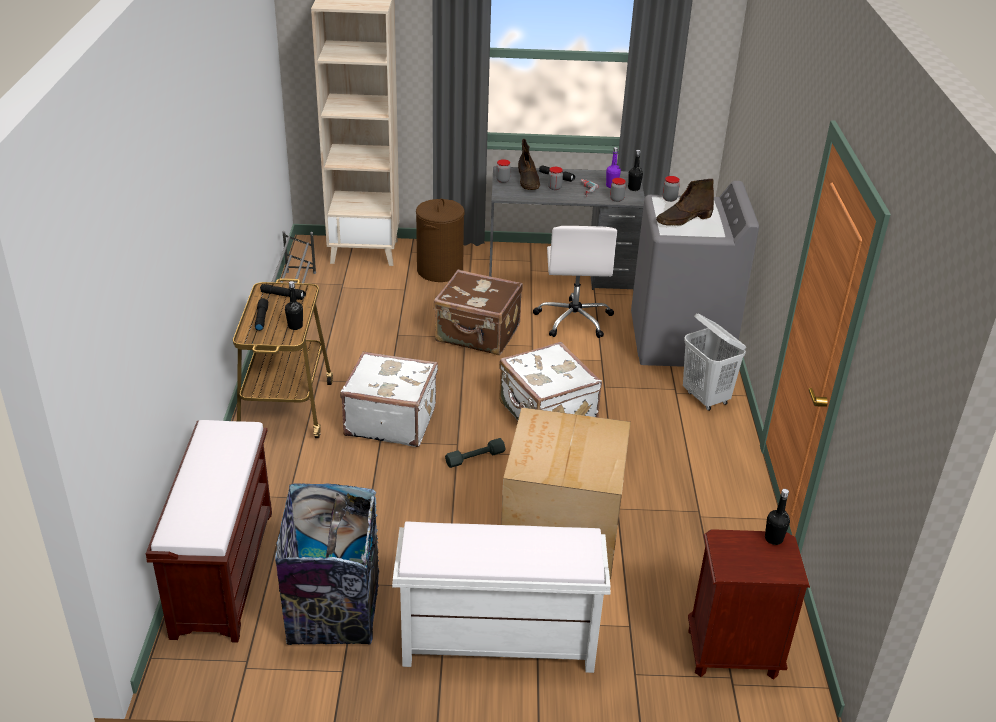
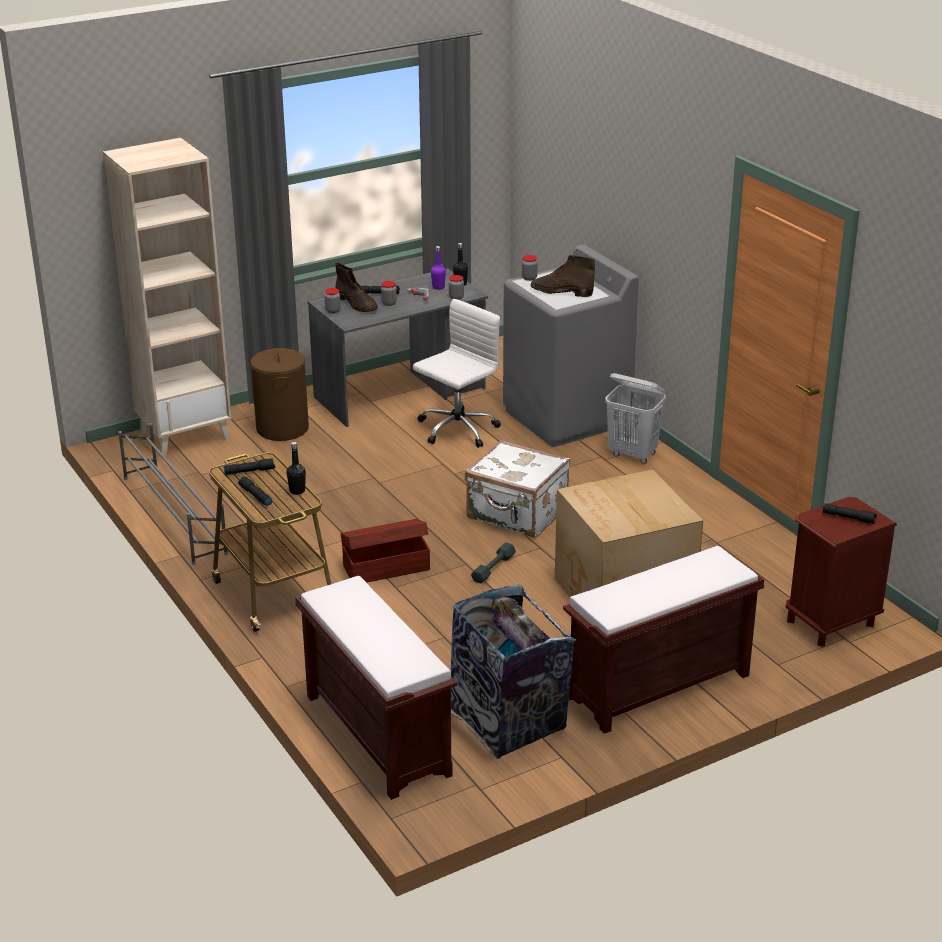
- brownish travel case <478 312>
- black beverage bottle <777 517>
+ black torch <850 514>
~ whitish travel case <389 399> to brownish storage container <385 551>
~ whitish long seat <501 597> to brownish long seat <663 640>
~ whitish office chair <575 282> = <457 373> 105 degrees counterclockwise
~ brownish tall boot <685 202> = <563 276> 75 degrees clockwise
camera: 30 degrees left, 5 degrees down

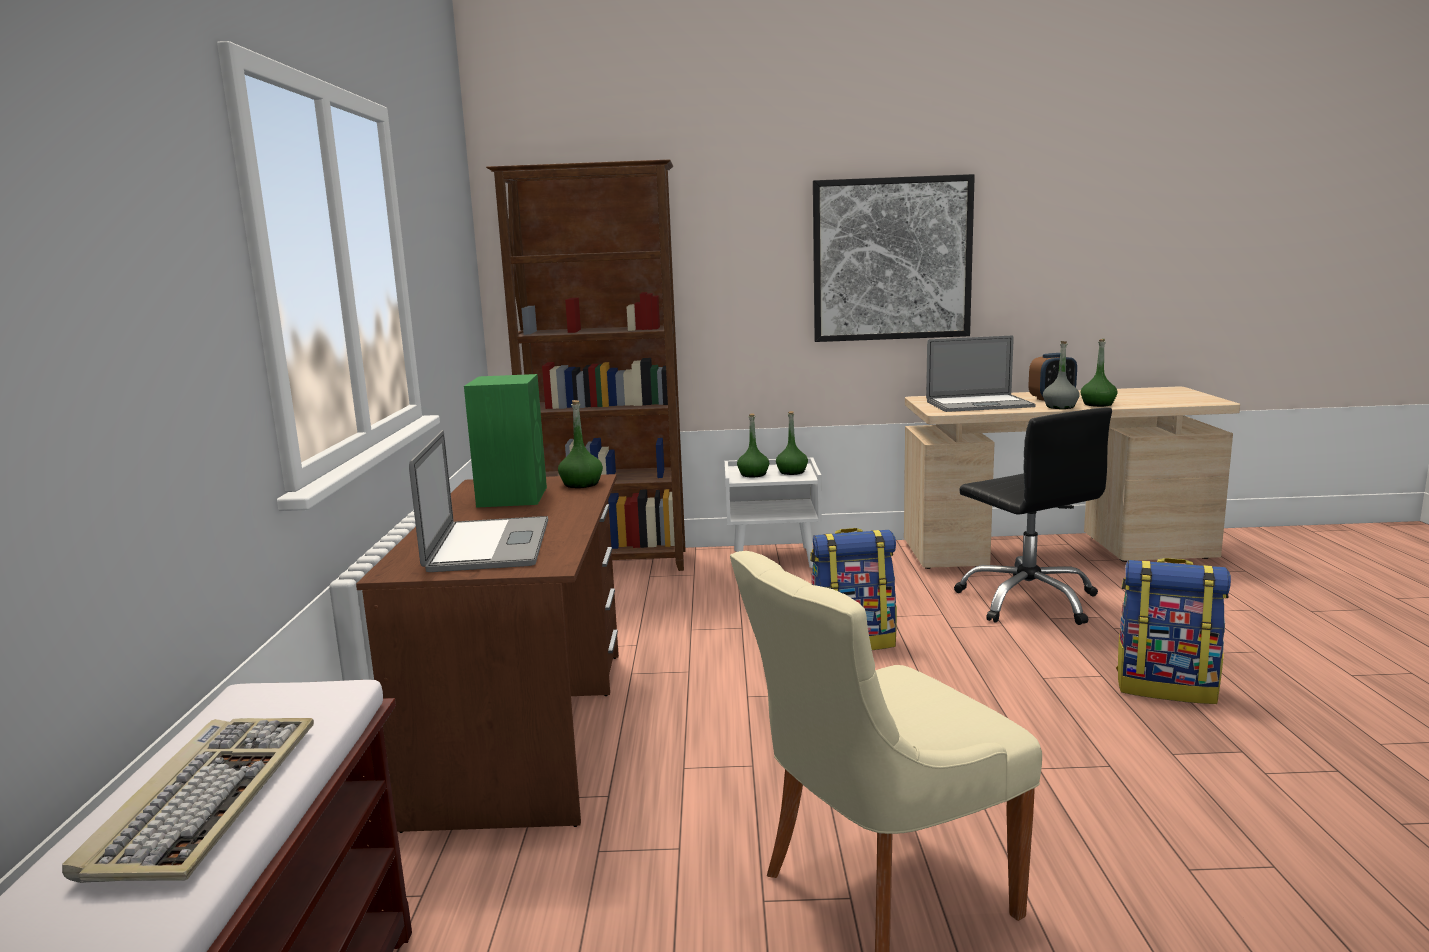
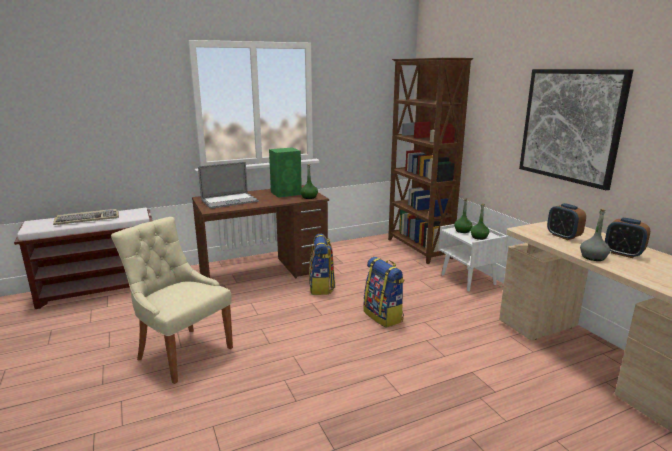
- black office chair <1033 516>
- green-coloured beverage bottle <1099 373>
~ rucksack <1173 631> to <322 264>
~ laptop <980 373> to table clock <566 221>
camera: 65 degrees right, 5 degrees up

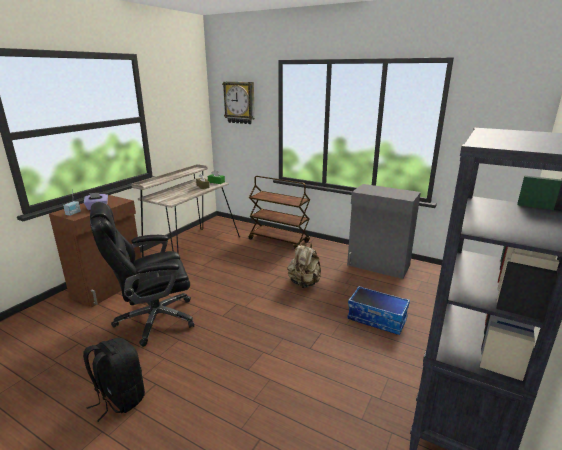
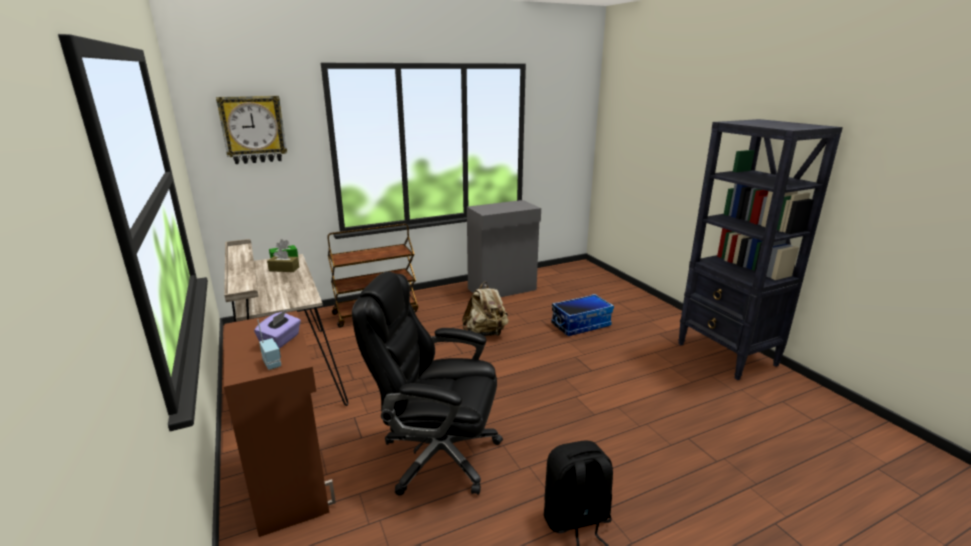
~ black office chair <142 274> = <427 384> 90 degrees clockwise
camera: 55 degrees left, 0 degrees up

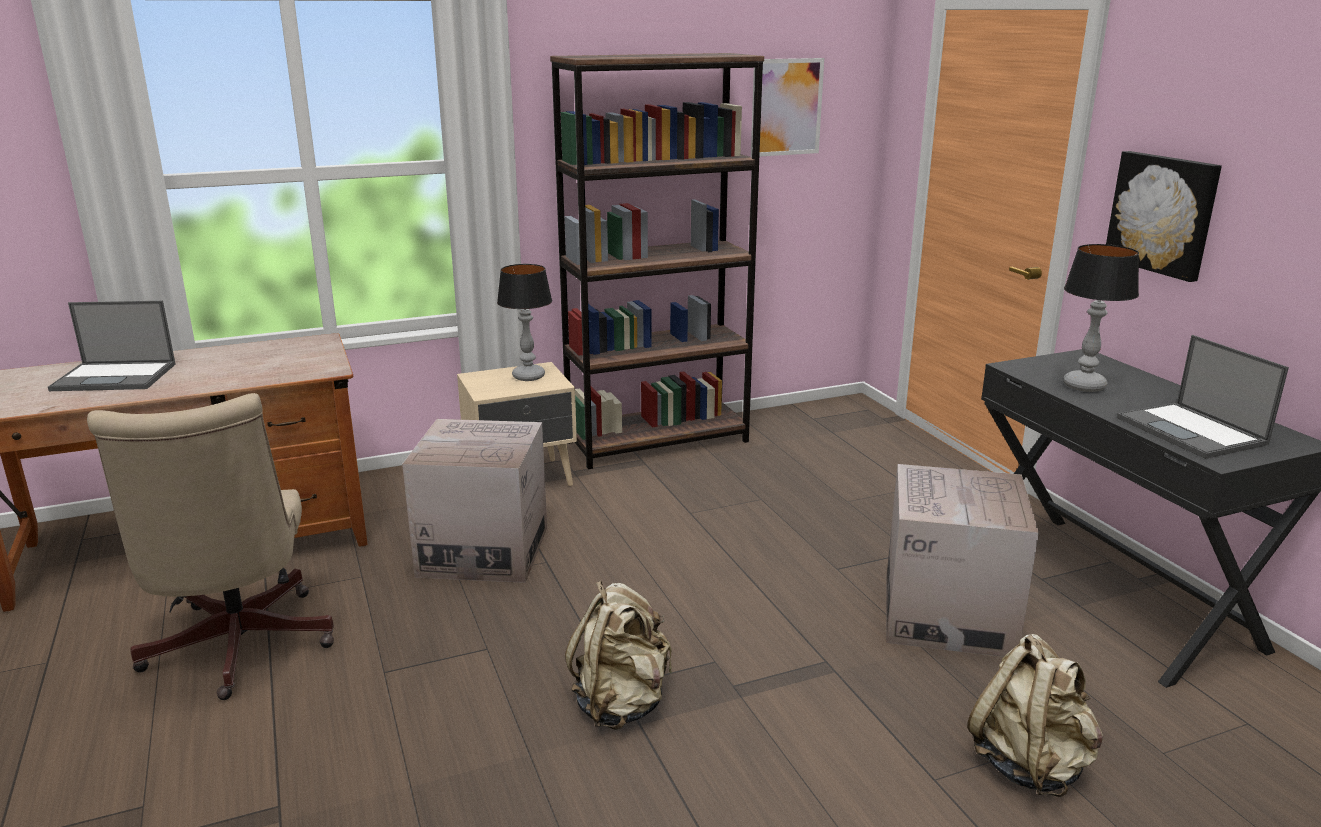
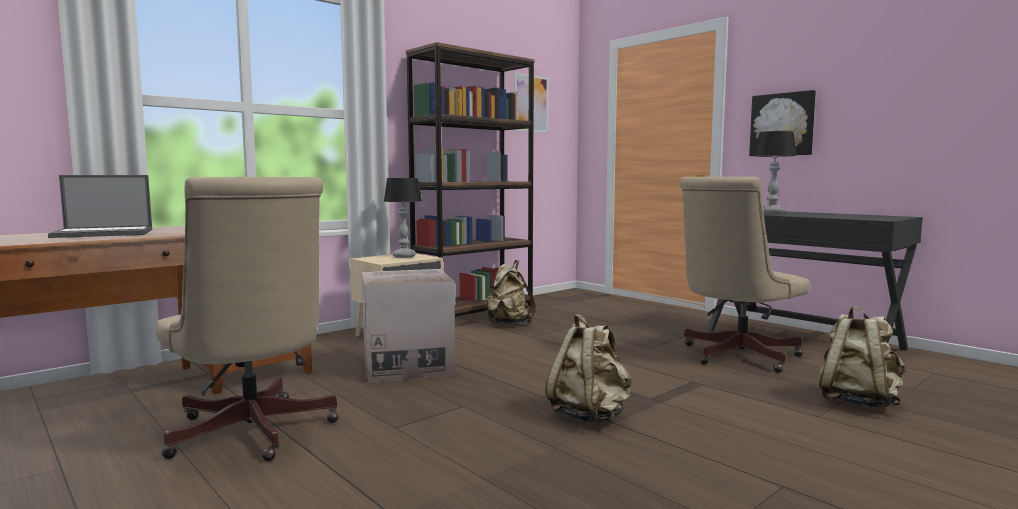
- laptop <1203 397>
+ beige-coloured rucksack <510 292>
~ carton <962 560> to beige-coloured office chair <744 275>
camera: 20 degrees left, 15 degrees down

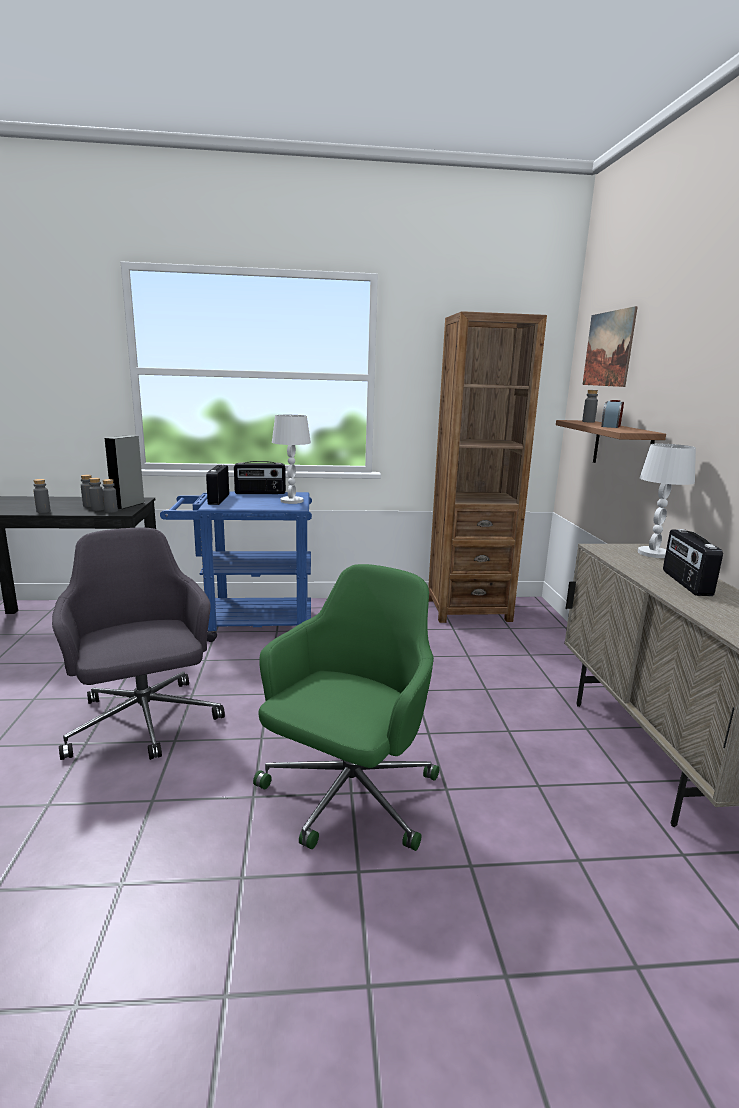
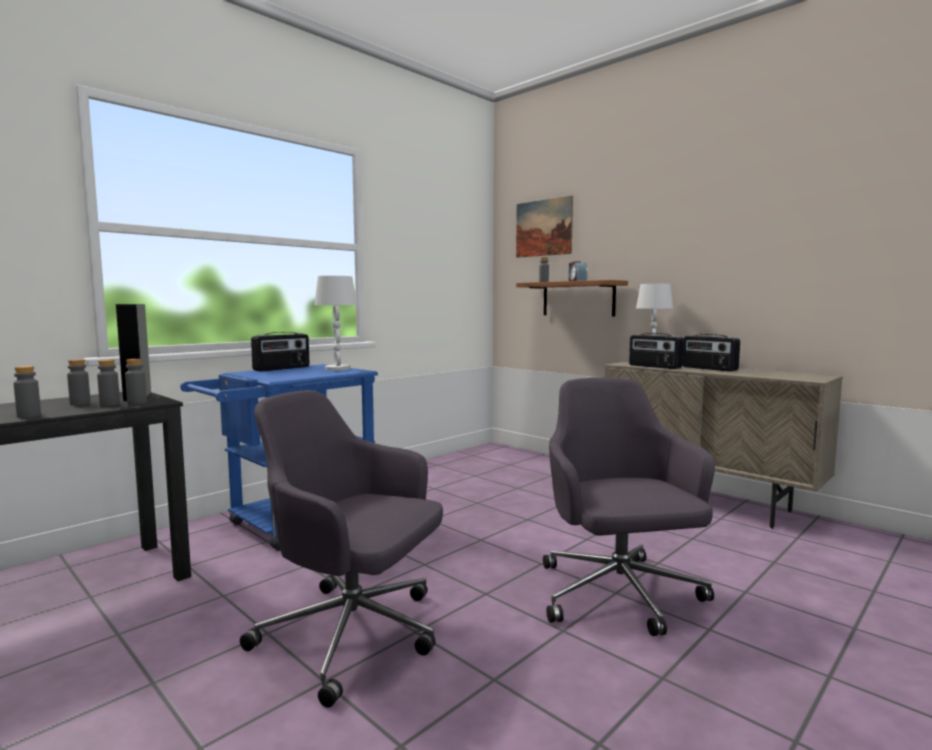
- brownish shelving unit <487 467>
~ radio <217 484> to <656 351>
~ green-coloured office chair <346 707> to gray office chair <629 506>
camera: 40 degrees left, 10 degrees down

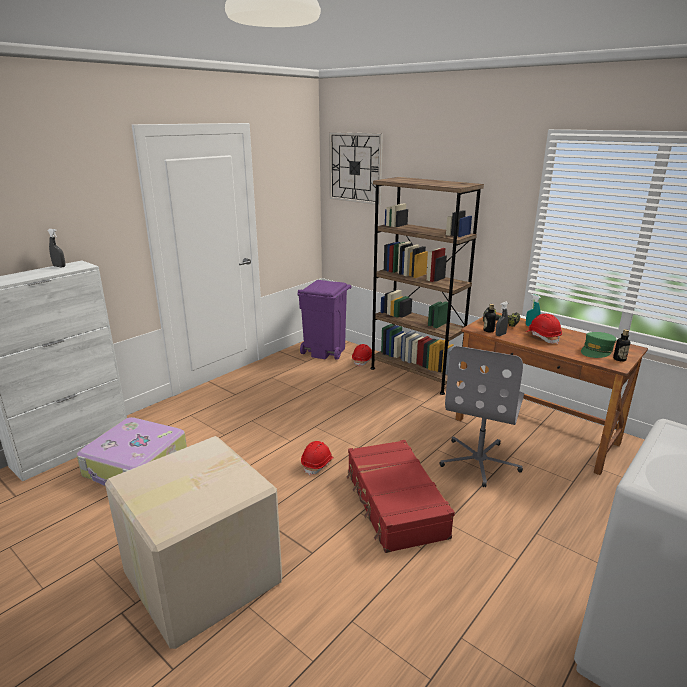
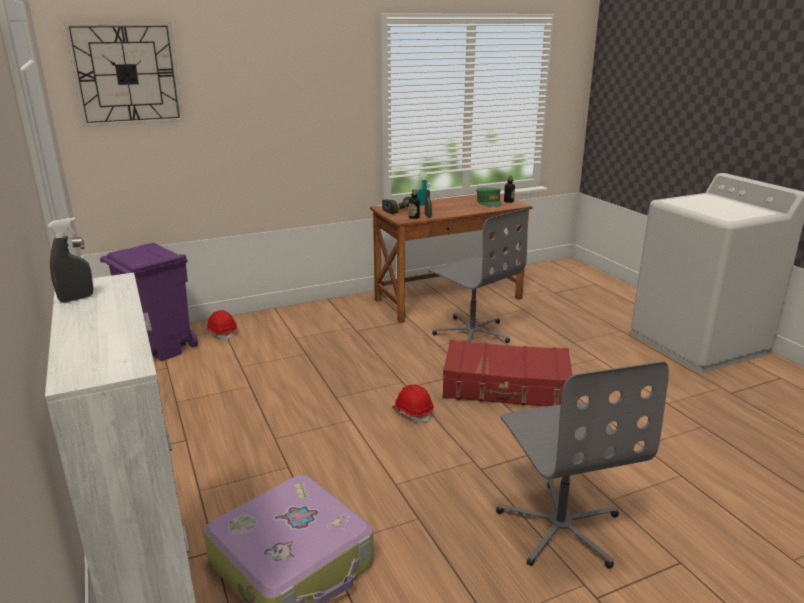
- brownish shelving unit <427 286>
- red-coloured safety helmet <544 329>
~ carton <193 542> to gray office chair <582 465>
camera: 65 degrees left, 0 degrees up

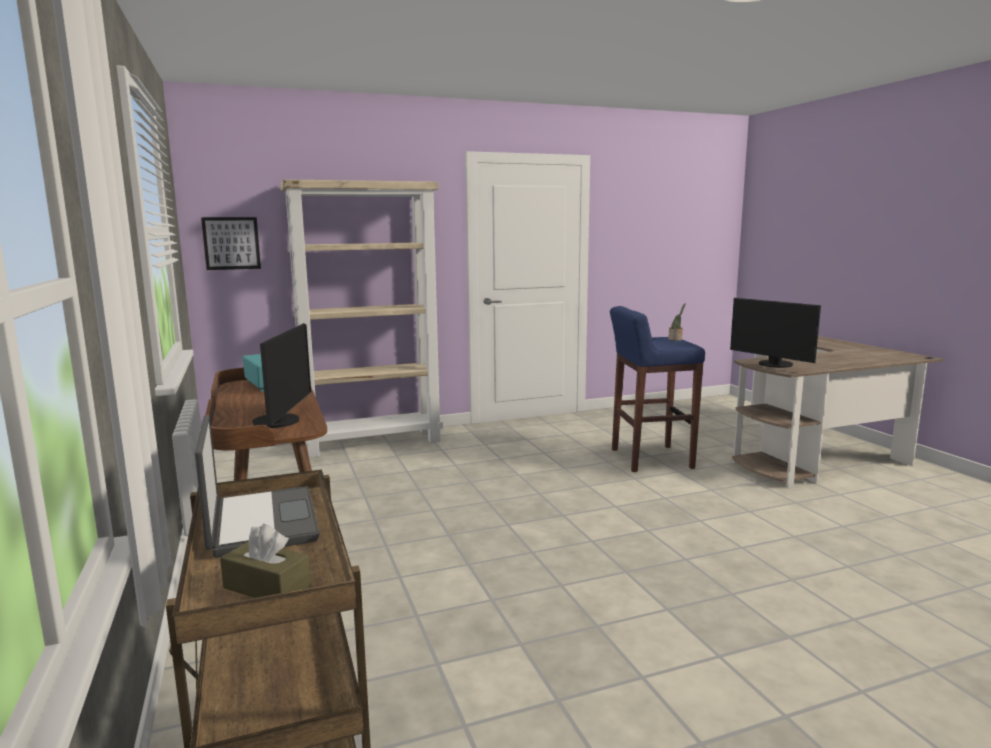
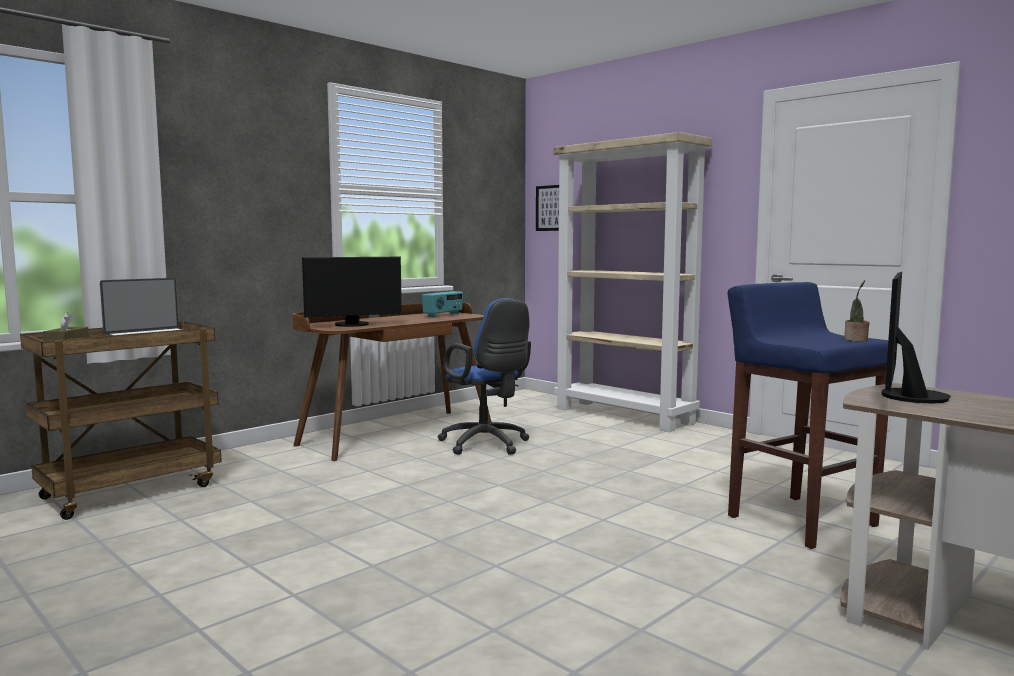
+ bluish office chair <484 376>
camera: 65 degrees right, 5 degrees down

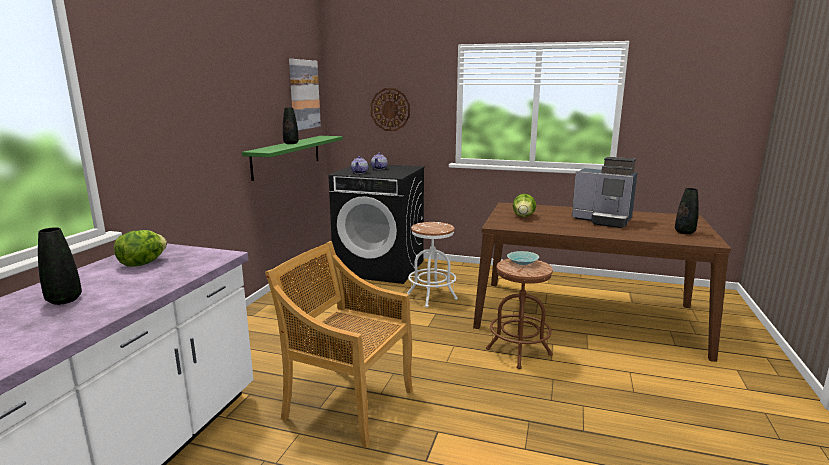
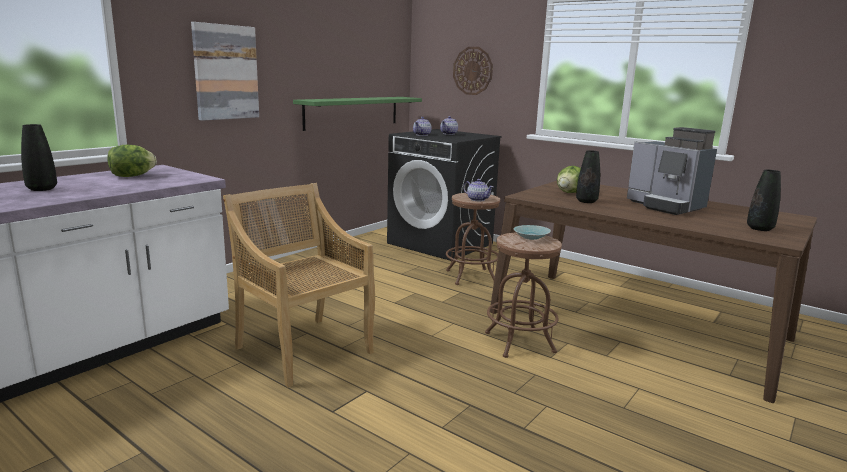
+ tea pot <478 190>
~ black flower vase <291 126> to <588 176>
~ picture <305 94> to <225 71>
~ whitish stool <432 264> to brownish stool <473 239>
camera: 20 degrees right, 0 degrees up

